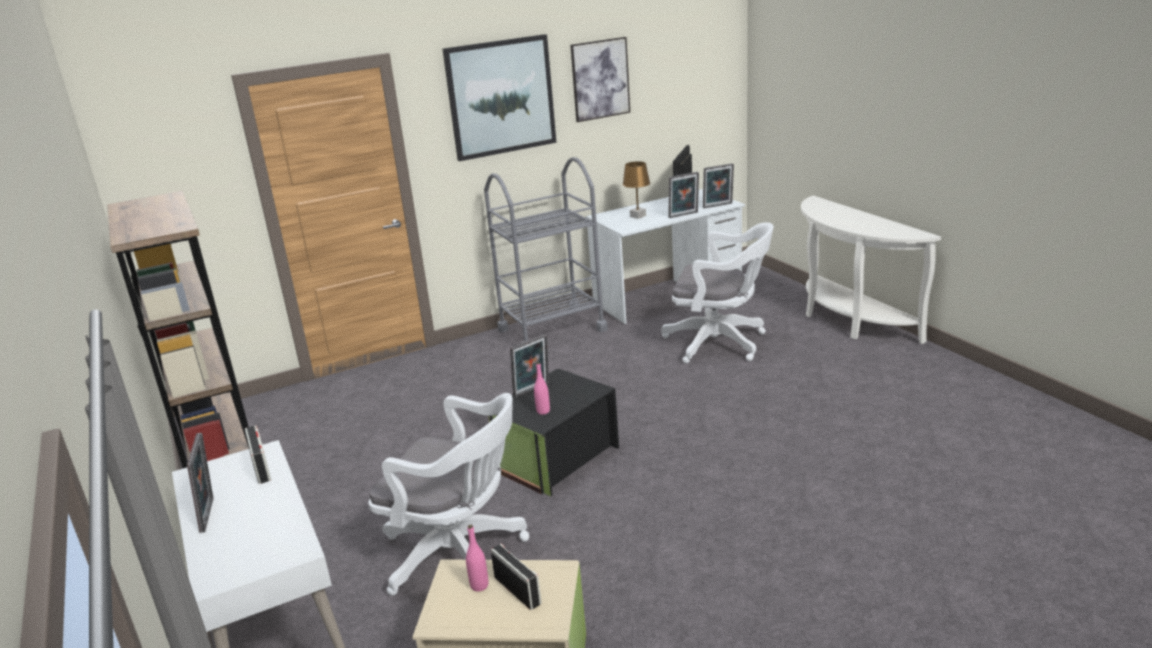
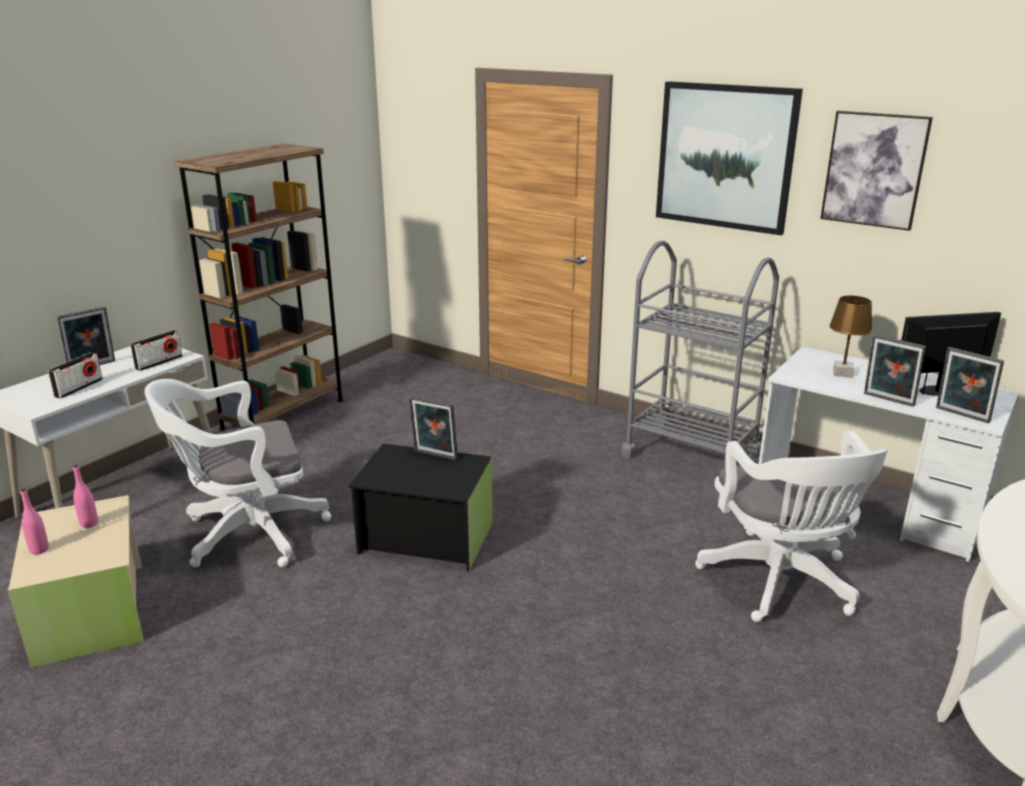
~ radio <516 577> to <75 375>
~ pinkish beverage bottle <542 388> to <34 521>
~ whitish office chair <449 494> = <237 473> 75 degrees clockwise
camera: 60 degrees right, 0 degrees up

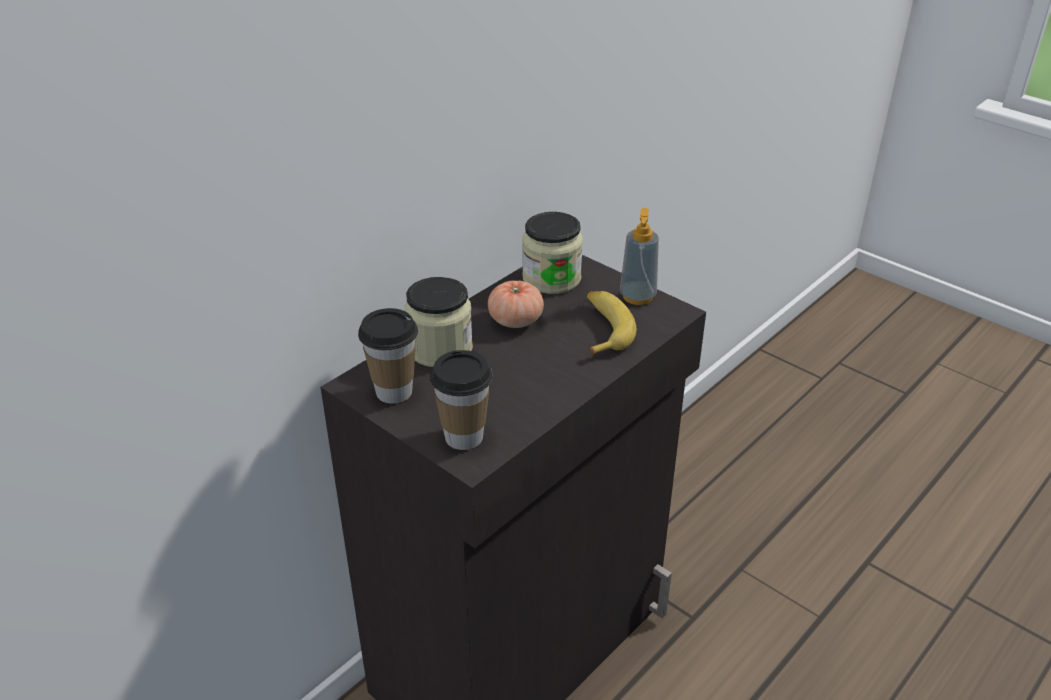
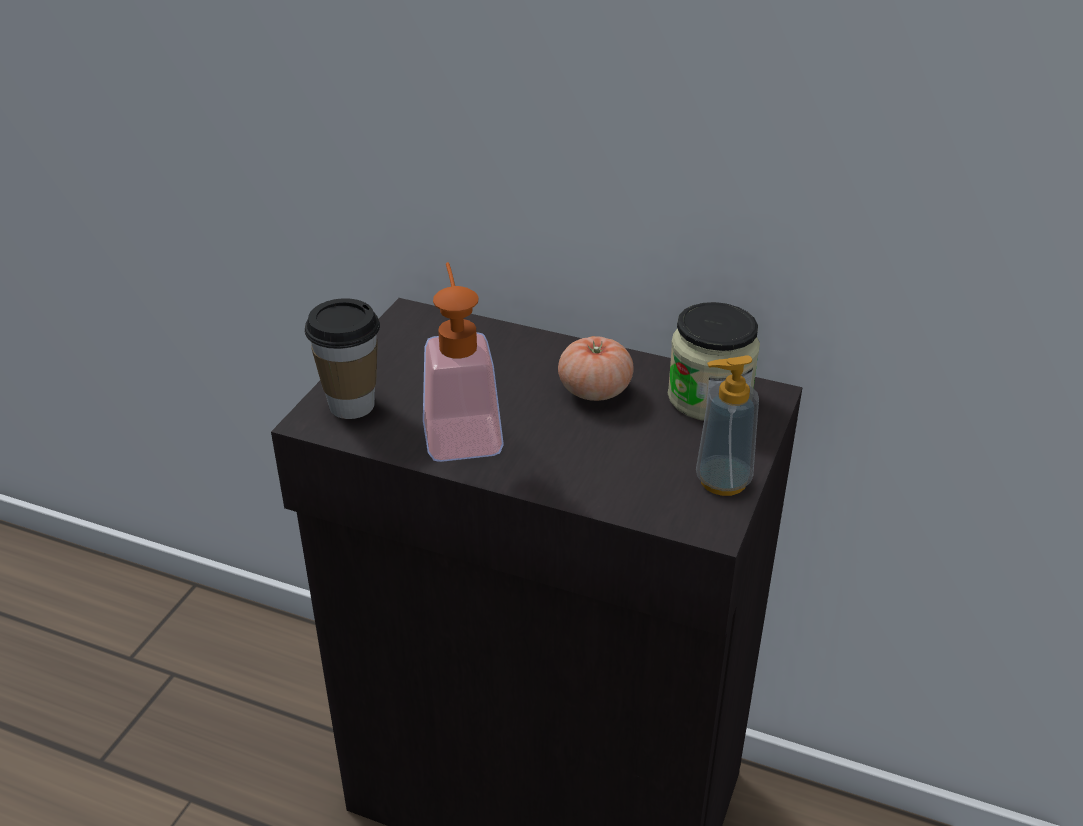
- small cup <388 356>
- preserve jar <439 322>
- banana <611 323>
+ soap dispenser <463 362>
camera: 70 degrees right, 0 degrees up

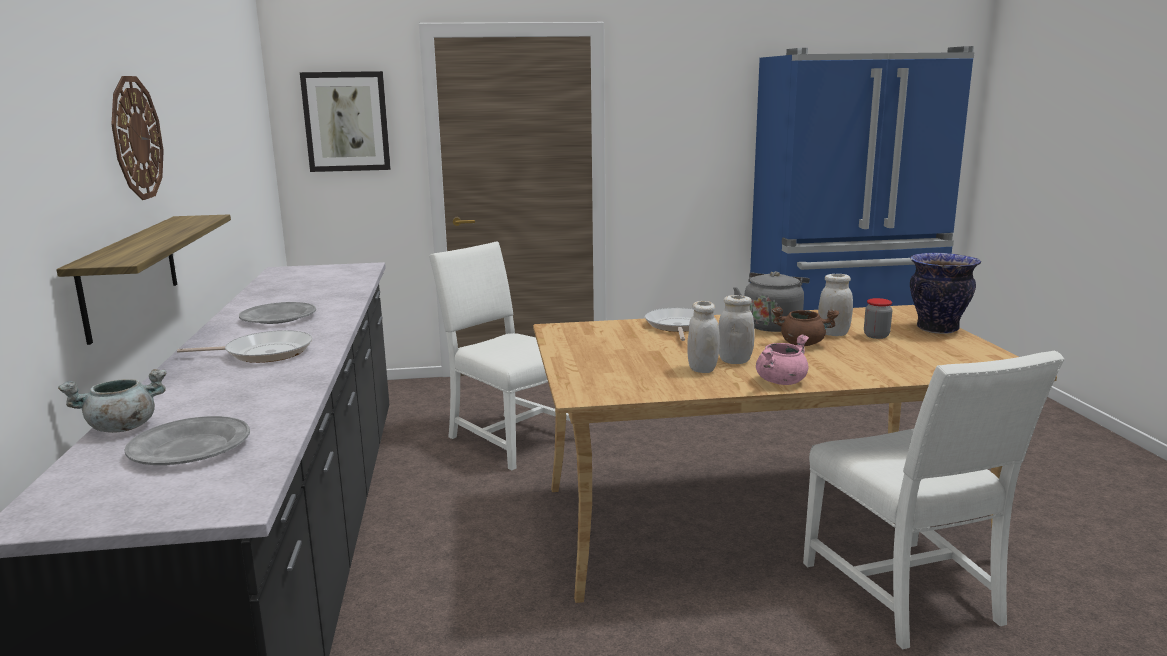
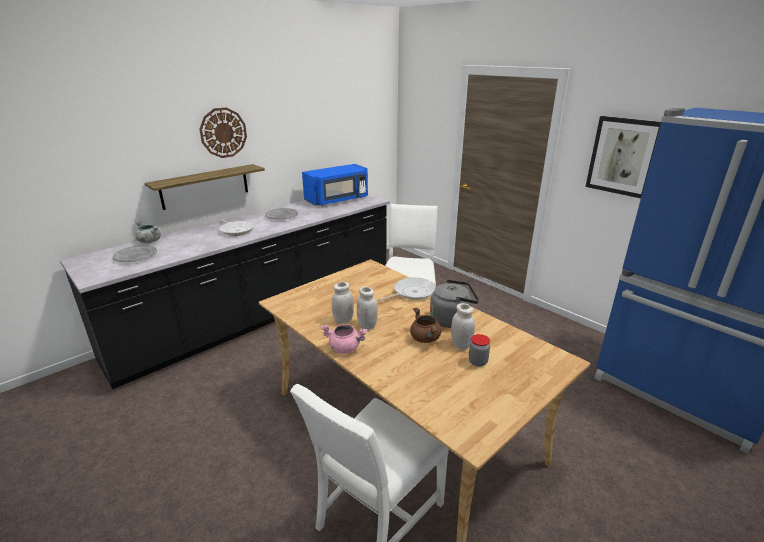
- flower vase <945 293>
+ bluish microwave <335 185>
~ picture <345 121> to <623 157>
camera: 55 degrees right, 10 degrees up

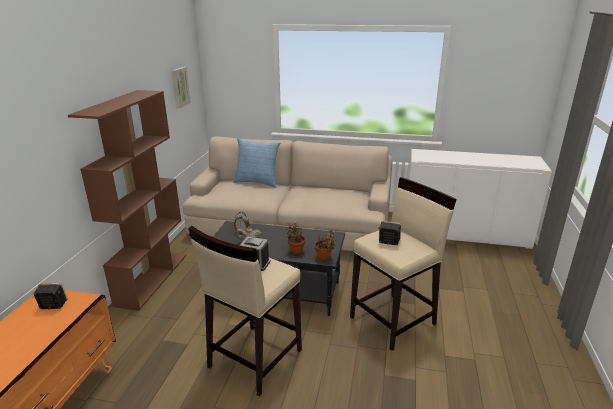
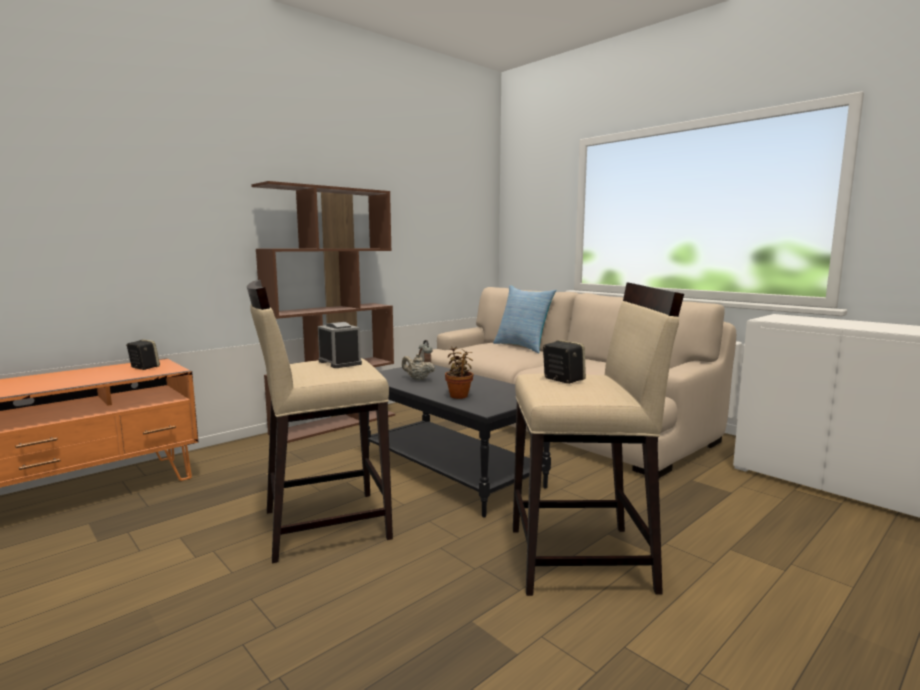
- picture <181 88>
- potted plant <325 244>
camera: 35 degrees right, 15 degrees down

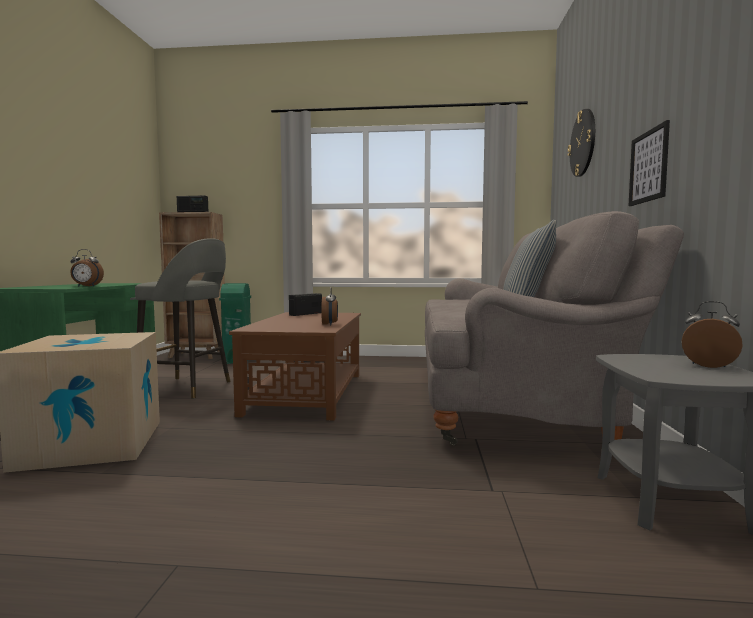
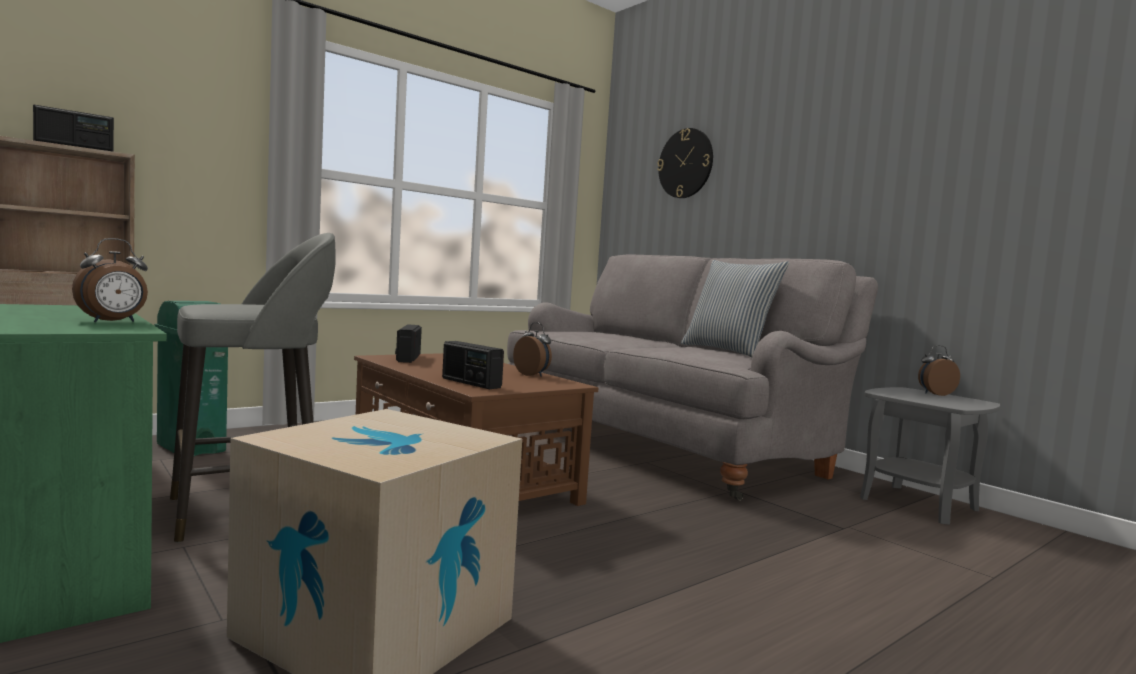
- picture <649 163>
+ radio <473 365>
camera: 45 degrees left, 0 degrees up

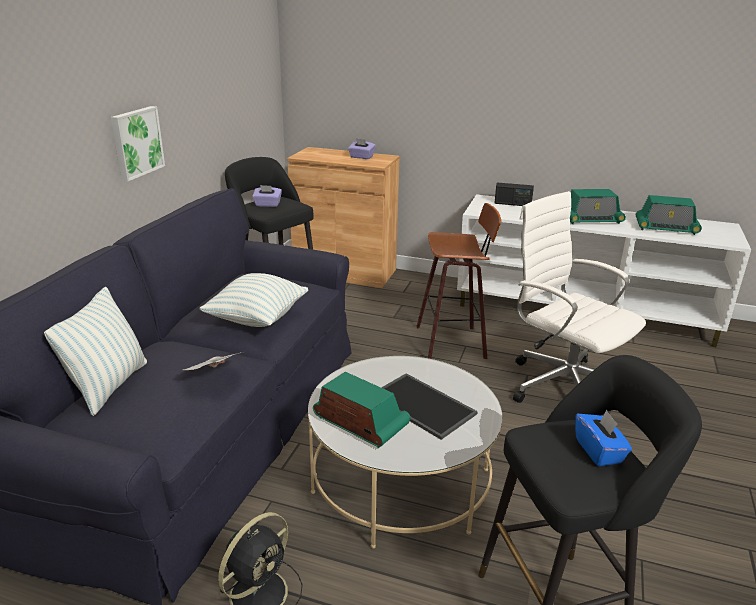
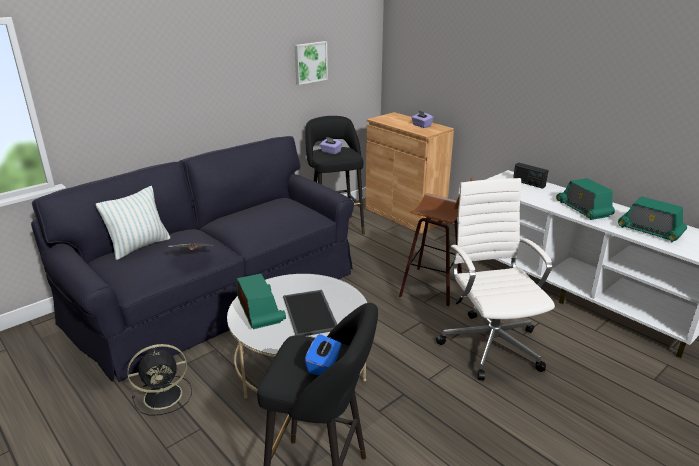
- pillow <253 300>
~ picture <138 144> to <311 63>
~ radio <598 206> = <585 199> 45 degrees clockwise
camera: 30 degrees right, 0 degrees up

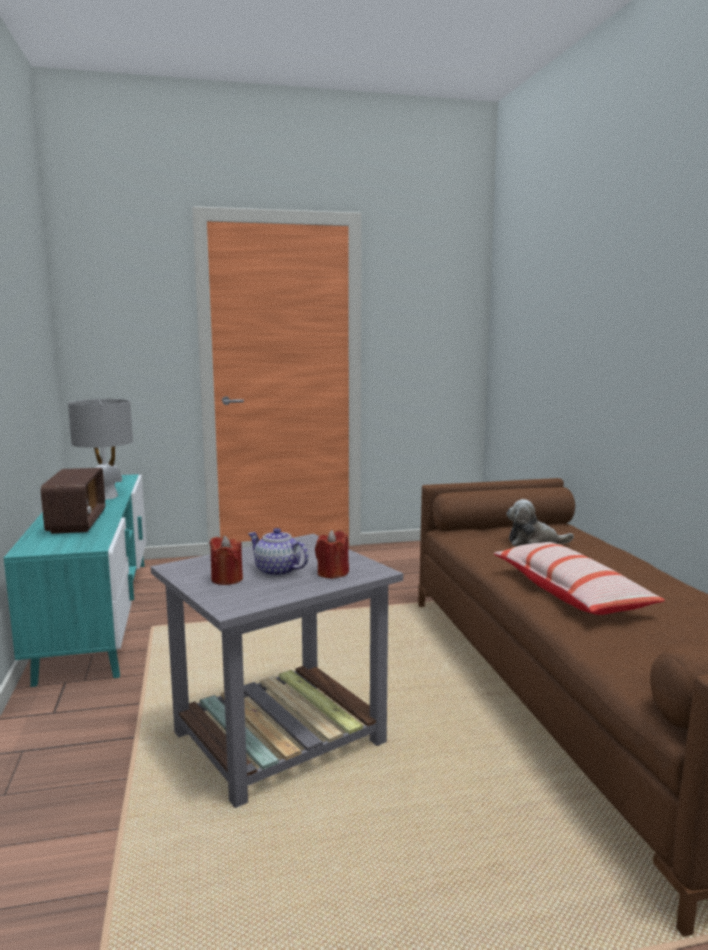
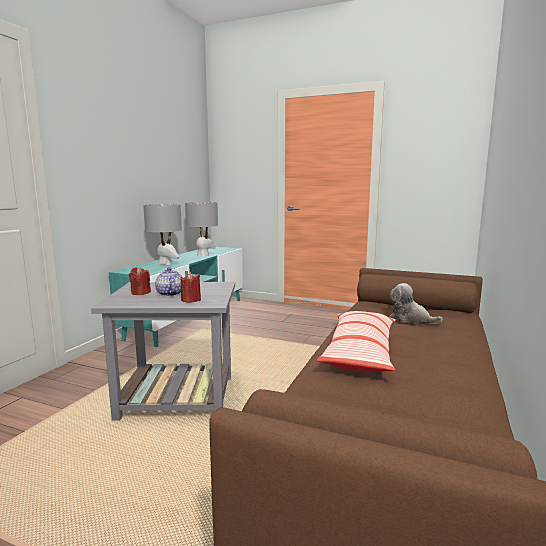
~ radio <73 501> to gray table lamp <162 234>
camera: 35 degrees right, 0 degrees up

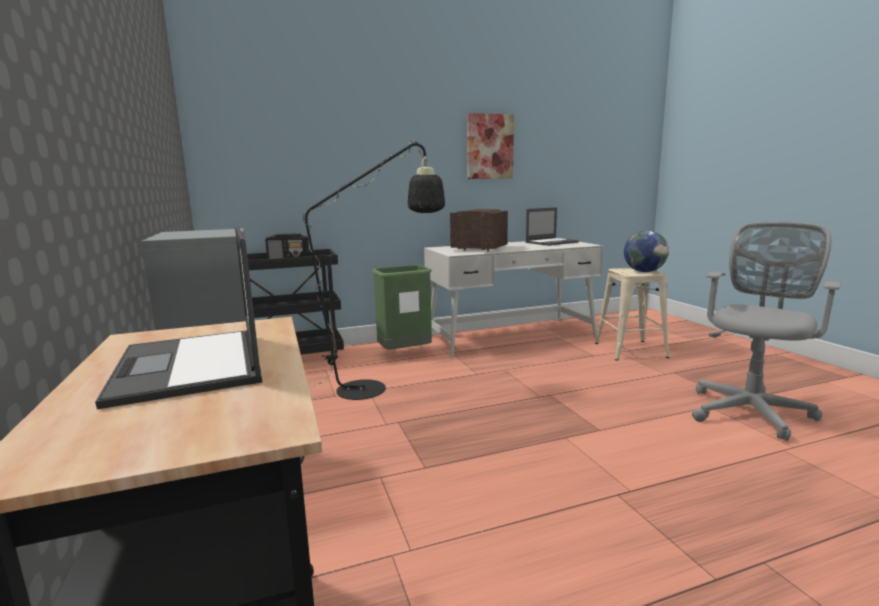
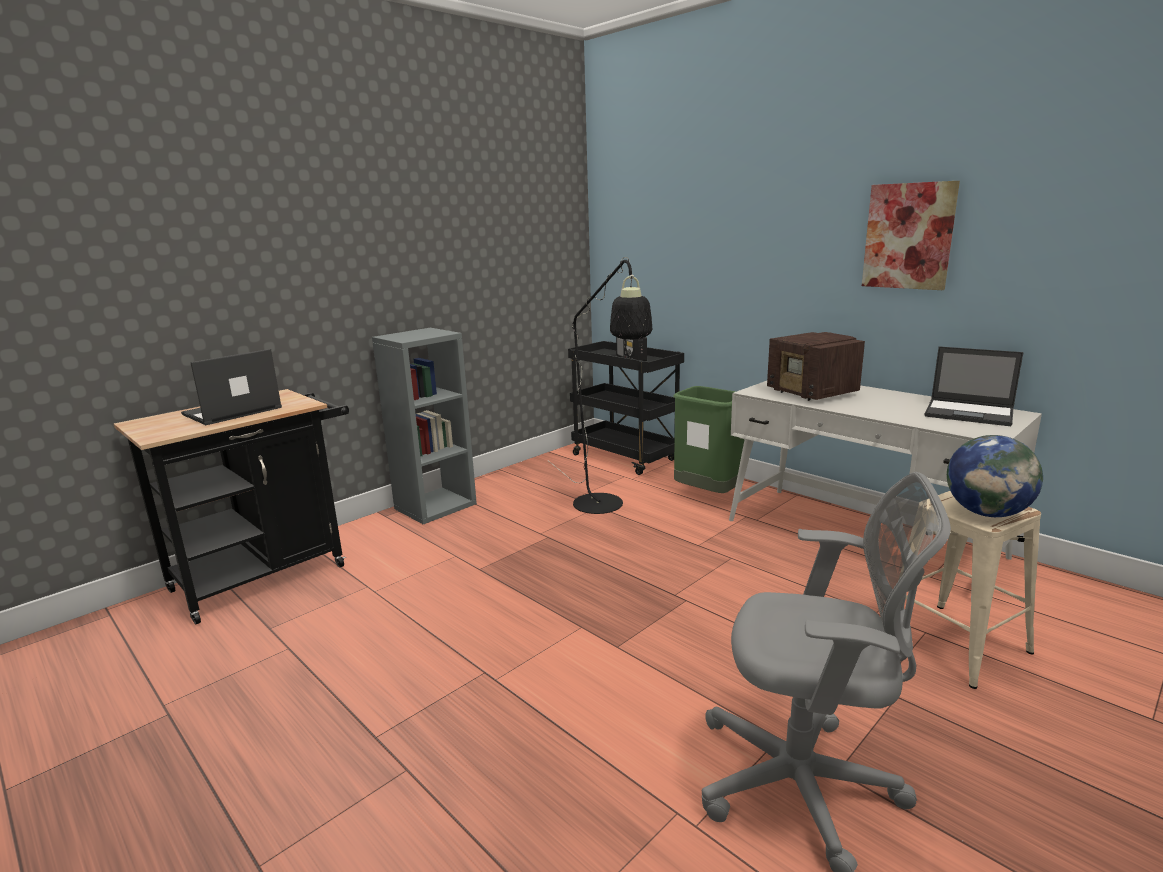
~ radio <479 230> = <816 366> 150 degrees clockwise
camera: 65 degrees right, 5 degrees up

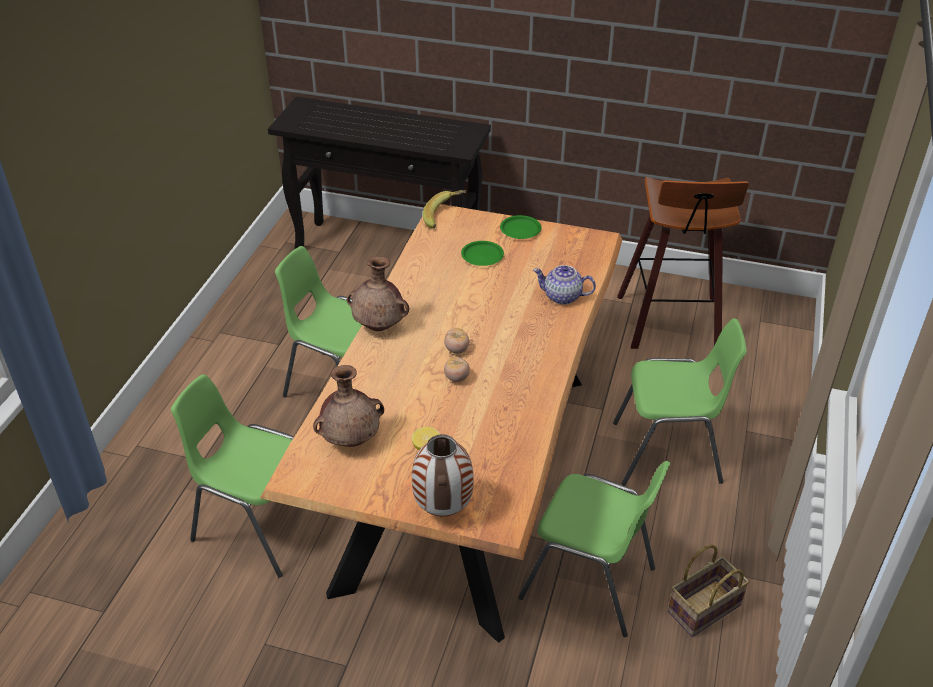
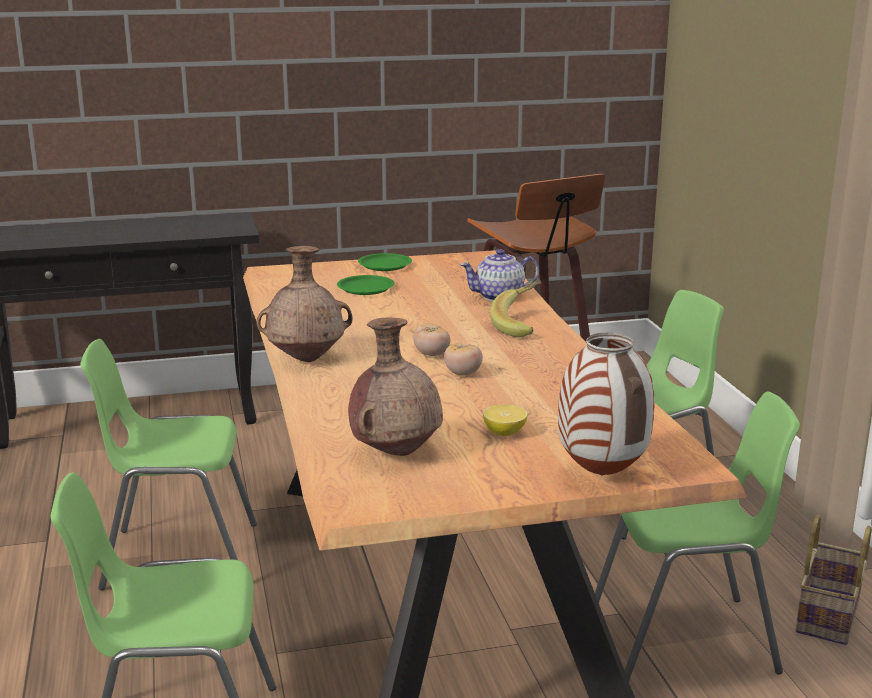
~ banana <444 209> to <516 308>
camera: 30 degrees left, 20 degrees down

